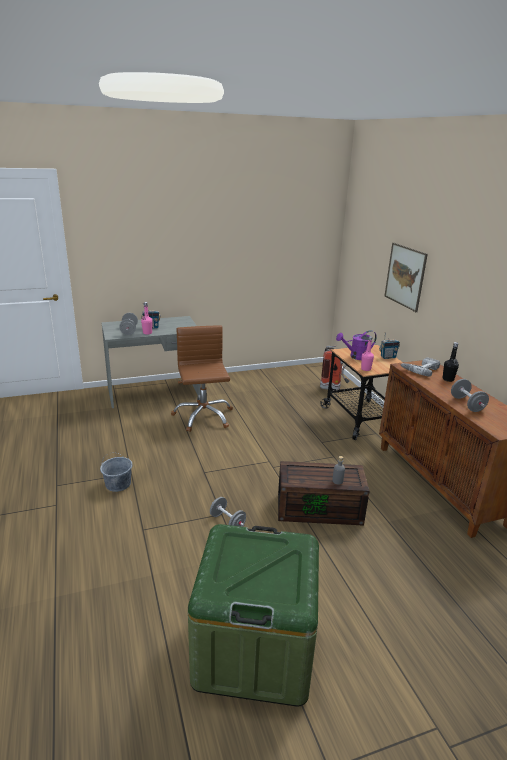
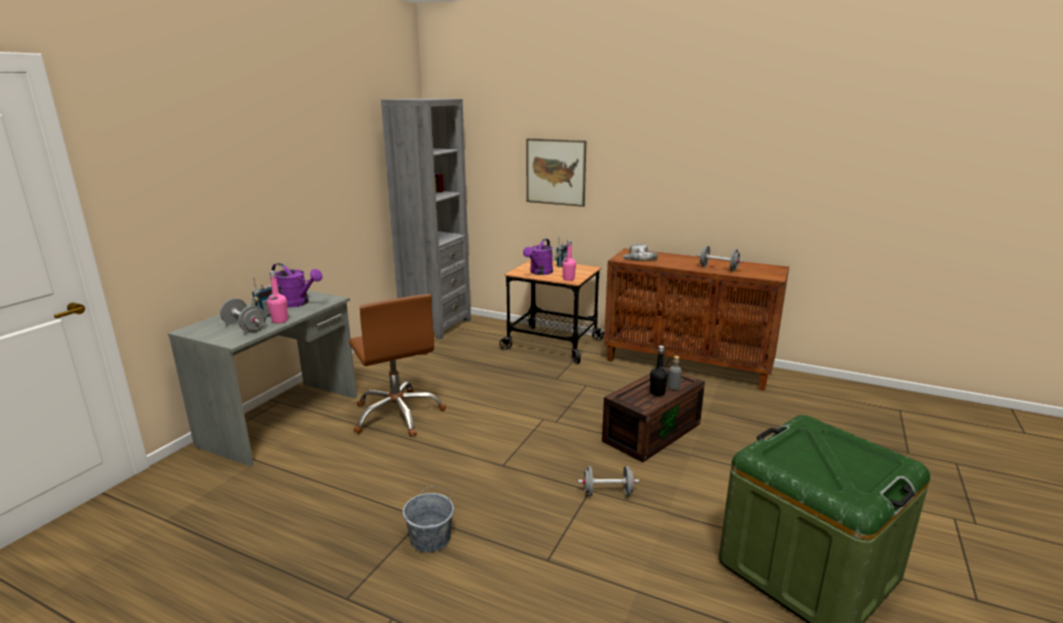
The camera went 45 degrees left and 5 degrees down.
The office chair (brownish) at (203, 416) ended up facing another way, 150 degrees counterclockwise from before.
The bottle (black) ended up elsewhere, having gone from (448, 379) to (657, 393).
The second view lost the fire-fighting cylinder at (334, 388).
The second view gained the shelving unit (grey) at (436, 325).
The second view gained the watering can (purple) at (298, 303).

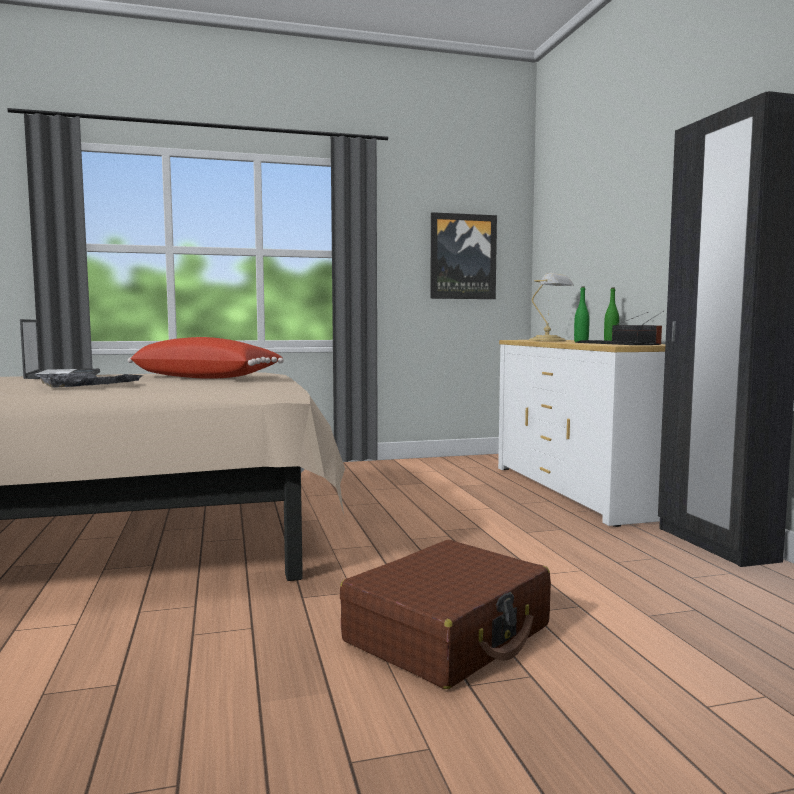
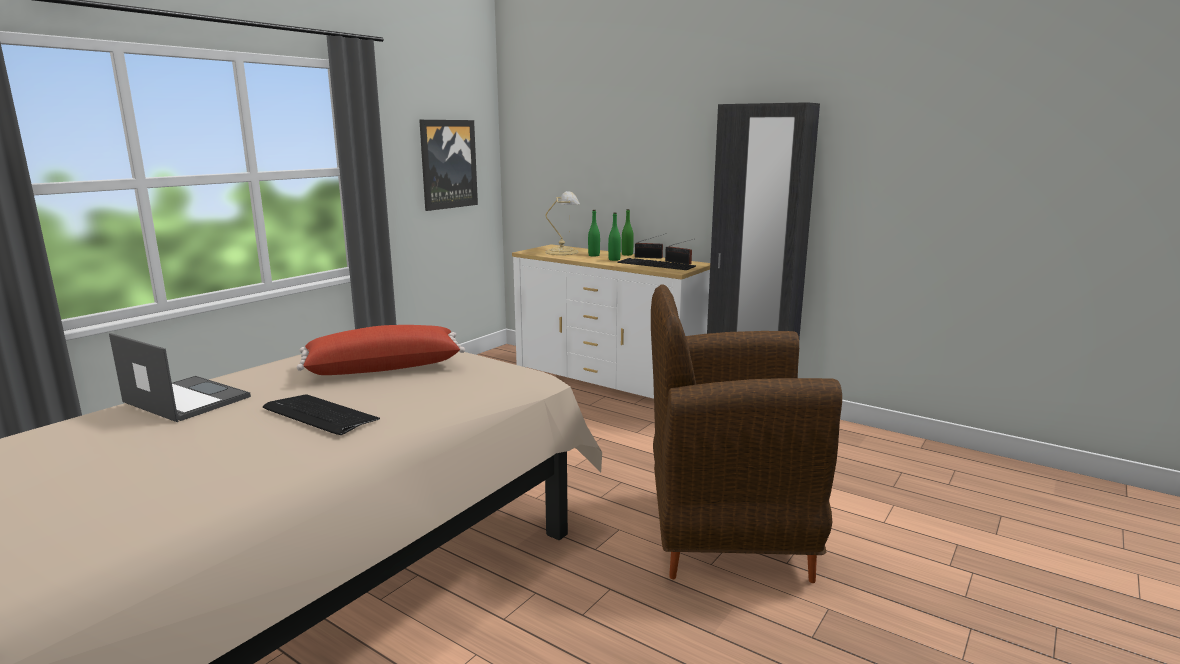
The camera went 40 degrees left and 10 degrees up.
Where the tray (grey) stood at (86, 384), the PC keyboard came to stand at (320, 415).
Where the travel case (brownish) stood at (449, 634), the armchair (brownish) came to stand at (725, 535).
The second view gained the bottle (greenish) at (594, 255).

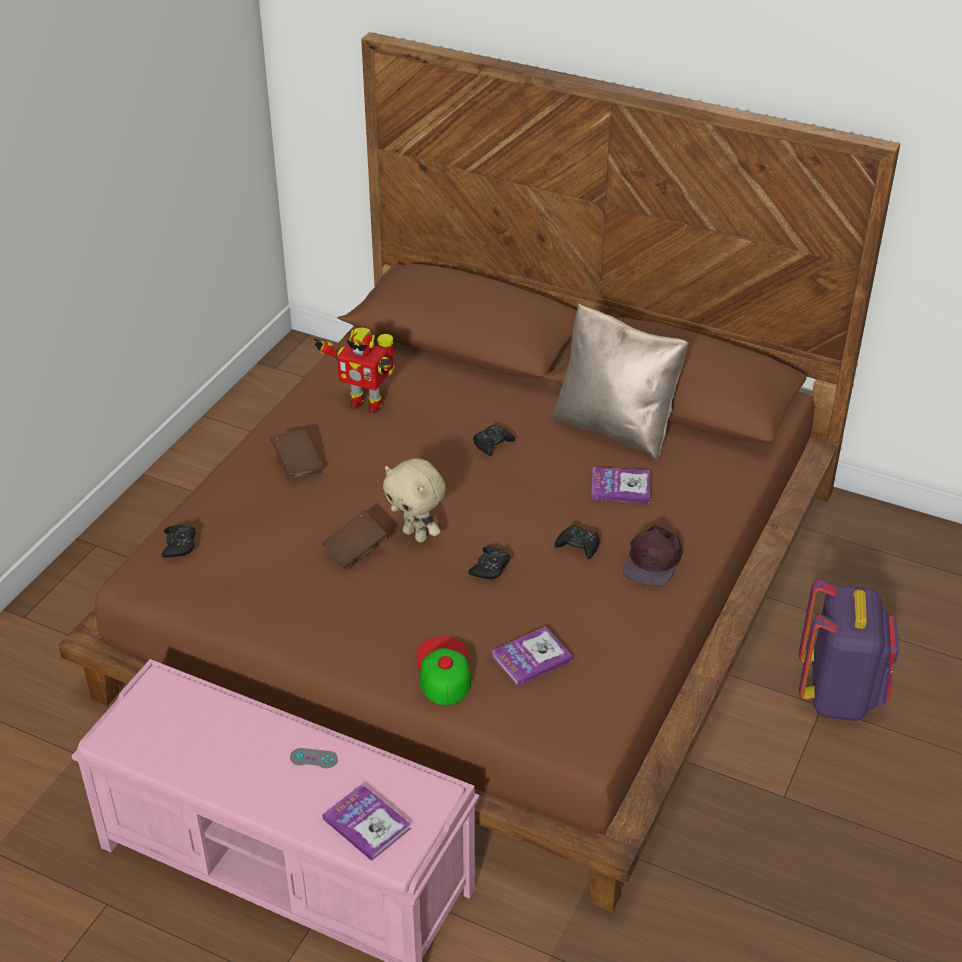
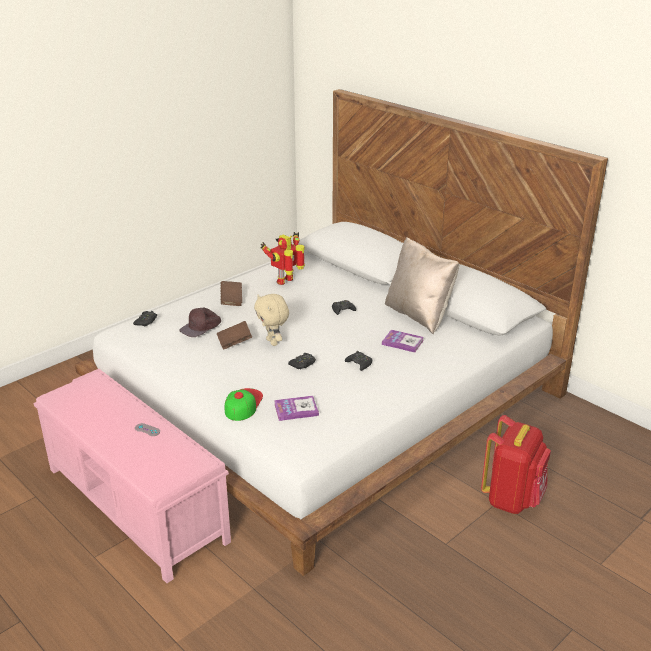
The camera went 20 degrees right and 10 degrees down.
What was the sleeping bed (brownish) at (481, 588) turned into the sleeping bed (white-coloured) at (325, 398).
The model robot at (365, 403) ended up facing another way, 90 degrees clockwise from before.
The peaked cap (brownish) ended up elsewhere, having gone from (654, 561) to (201, 327).
What was the knapsack (purple) at (839, 695) turned into the knapsack (red) at (512, 499).
The second view lost the bound book at (366, 823).

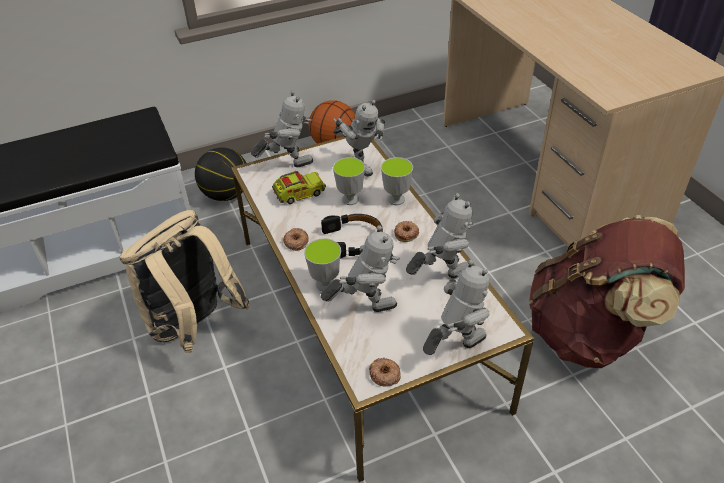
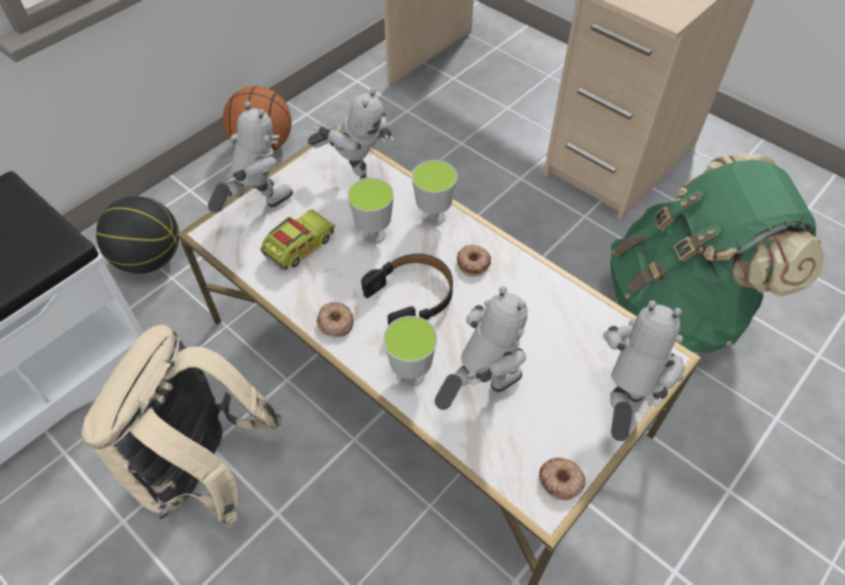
The camera went 25 degrees left and 10 degrees up.
The second view lost the model robot at (440, 275).
What was the knapsack (brownish) at (589, 333) turned into the knapsack (greenish) at (679, 304).

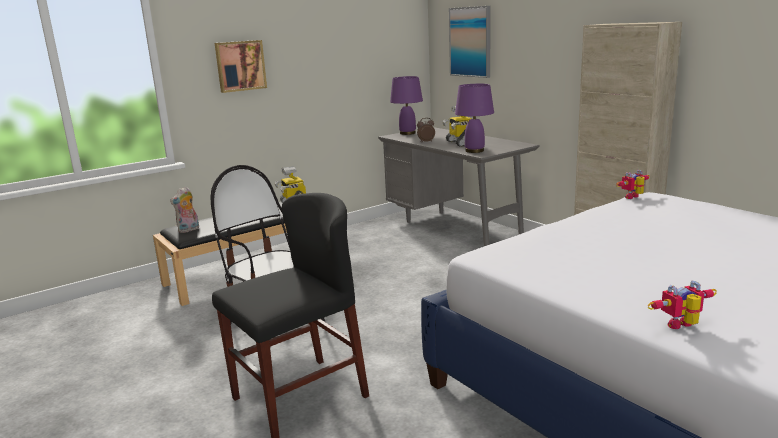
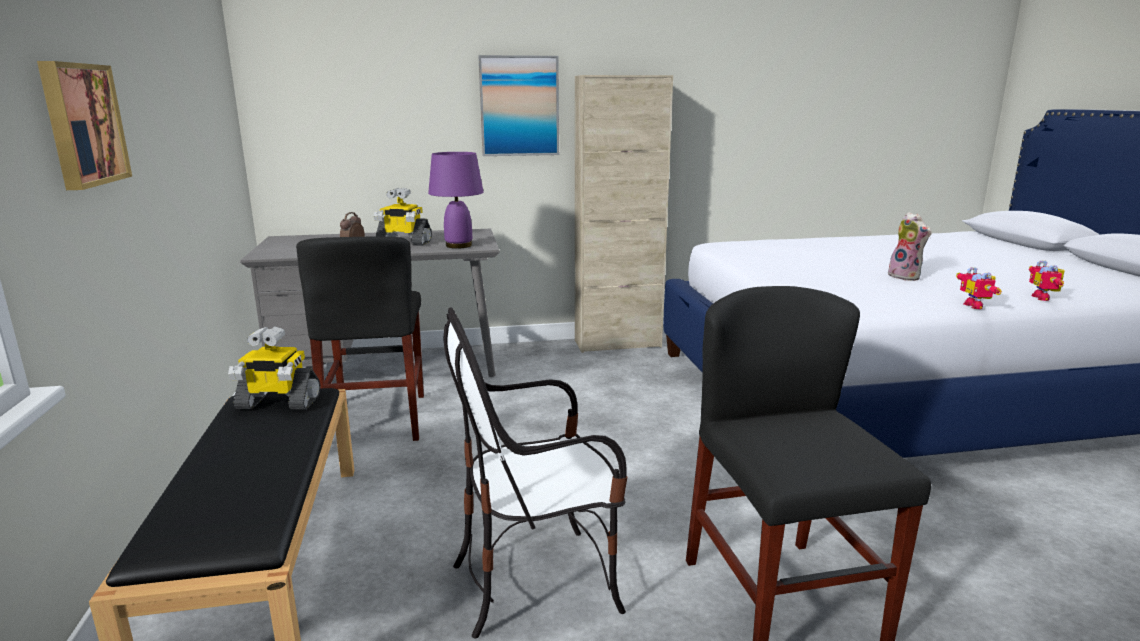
The camera went 65 degrees left and 0 degrees up.
The wall art ended up elsewhere, having gone from (470, 42) to (519, 106).
The second view lost the table lamp (purple) at (408, 133).
The model robot ended up elsewhere, having gone from (634, 197) to (977, 306).
The plush toy ended up elsewhere, having gone from (188, 230) to (906, 277).
The second view gained the plain chair (black) at (376, 419).

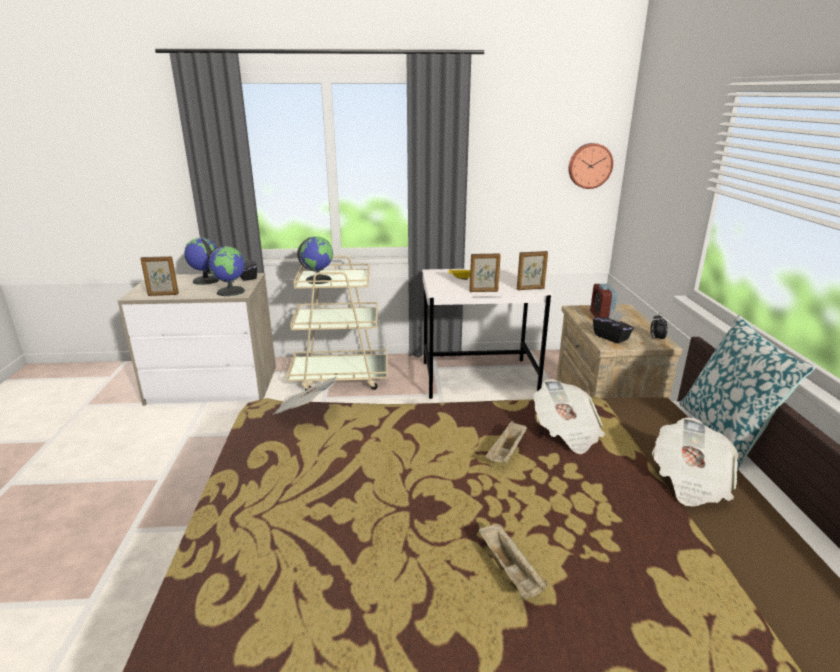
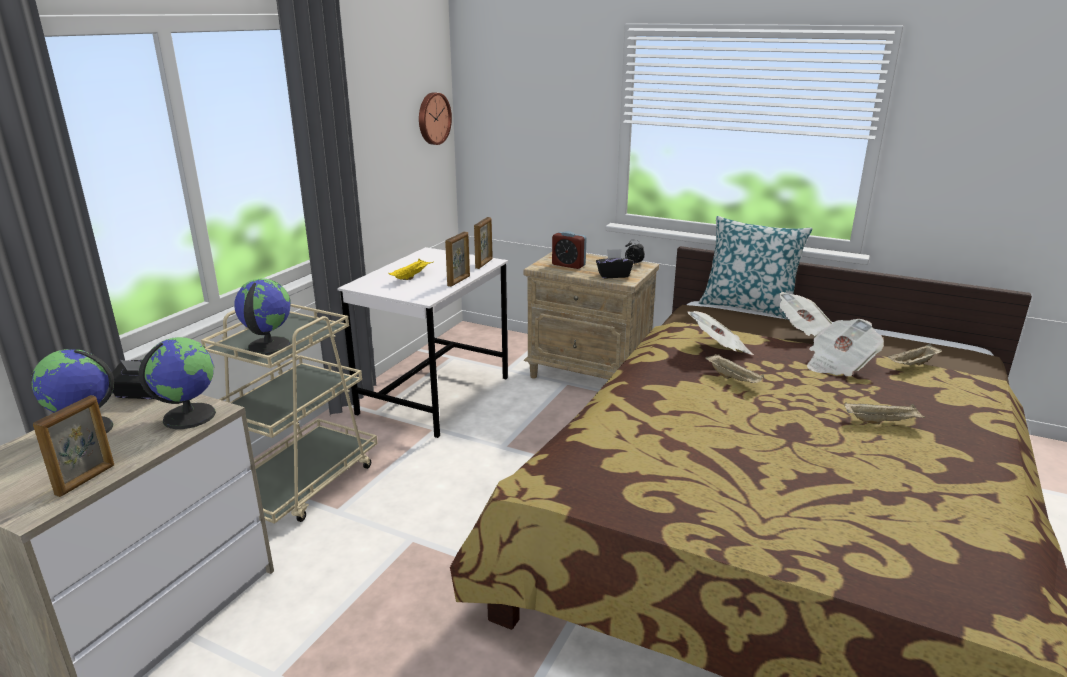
The camera went 60 degrees left and 0 degrees up.
The newspaper ended up elsewhere, having gone from (306, 411) to (838, 364).
The second view gained the tray (sand-coloured) at (913, 365).

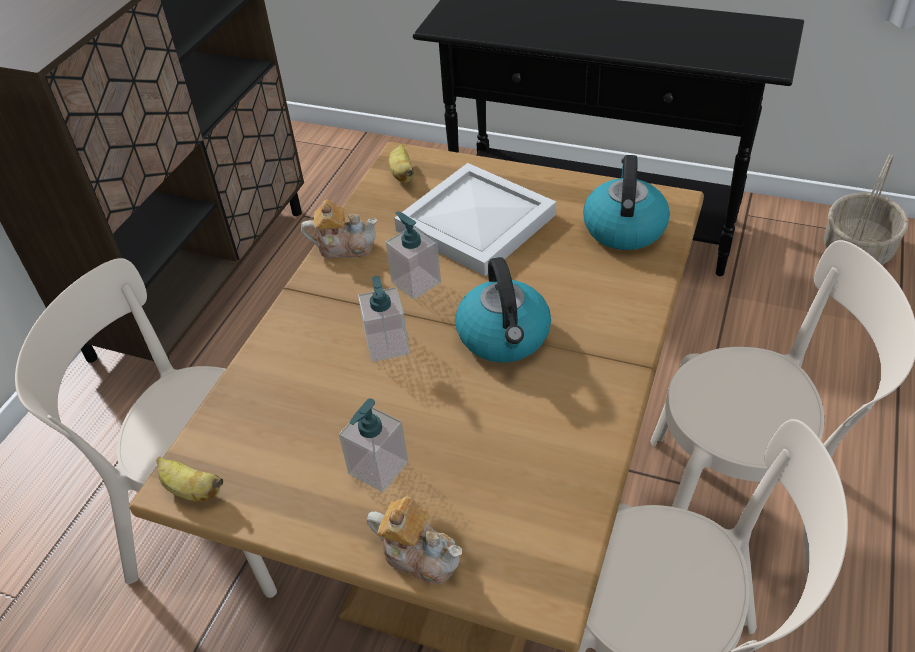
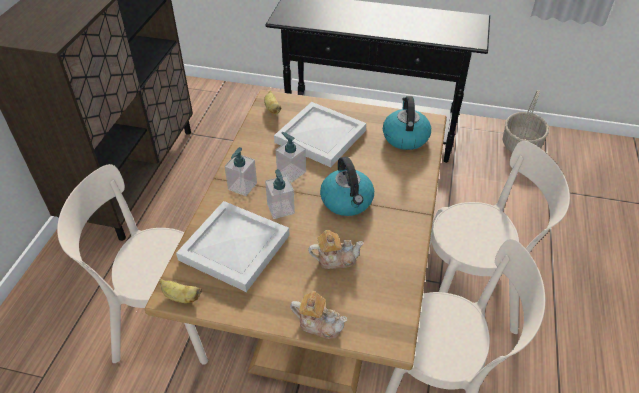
The camera went 10 degrees left and 0 degrees up.
The pot for tea ended up elsewhere, having gone from (344, 246) to (335, 258).
The soap bottle ended up elsewhere, having gone from (378, 468) to (242, 186).
The second view gained the tray (white-coloured) at (236, 247).

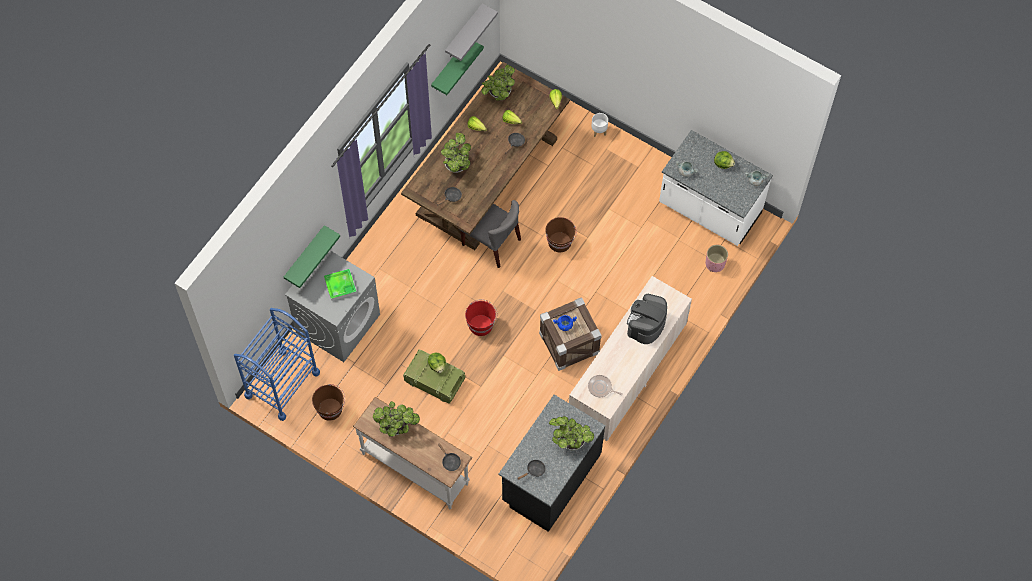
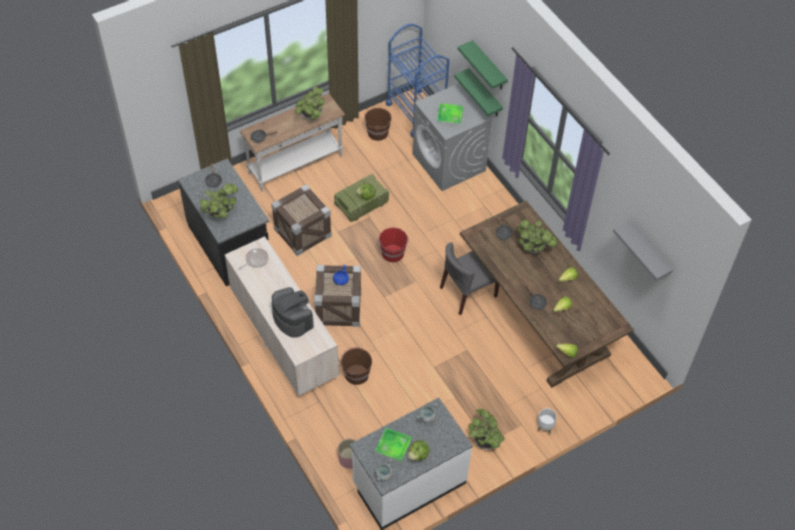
The camera went 115 degrees right and 10 degrees down.
The wall shelf (greenish) ended up elsewhere, having gone from (450, 66) to (489, 67).
The potted plant ended up elsewhere, having gone from (498, 94) to (484, 441).
The bucket (brownish) ended up elsewhere, having gone from (560, 242) to (356, 374).
The second view gained the packing crate at (302, 232).
The second view gained the tray at (393, 446).

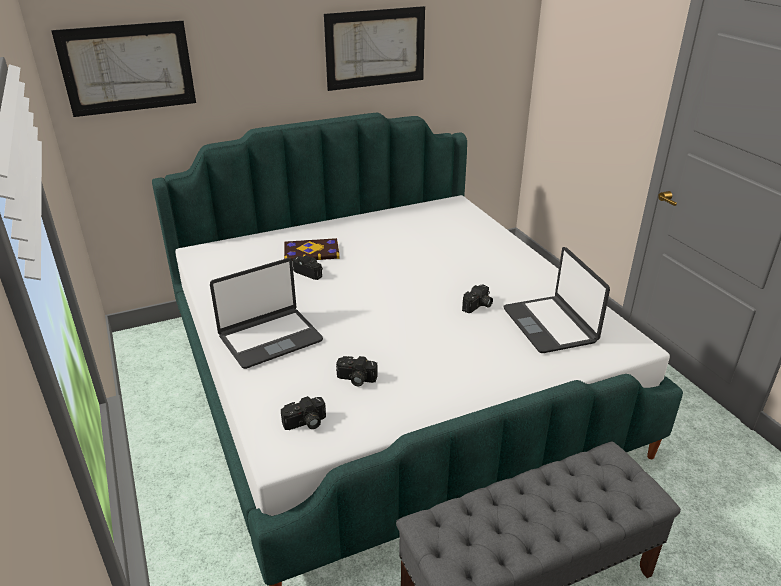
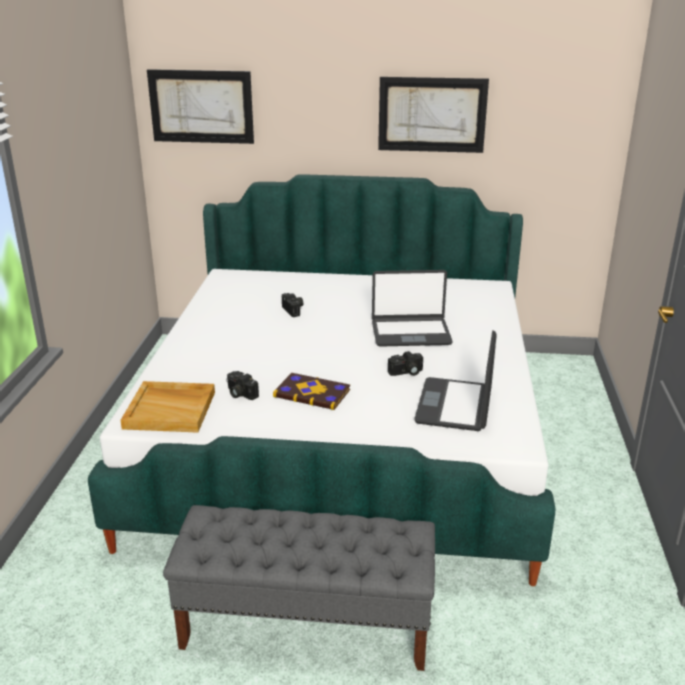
The camera went 30 degrees right and 5 degrees down.
The bound book ended up elsewhere, having gone from (311, 252) to (312, 393).
The portable computer ended up elsewhere, having gone from (270, 338) to (410, 333).
Where the photo camera stood at (305, 423), the tray (sand-coloured) came to stand at (171, 409).

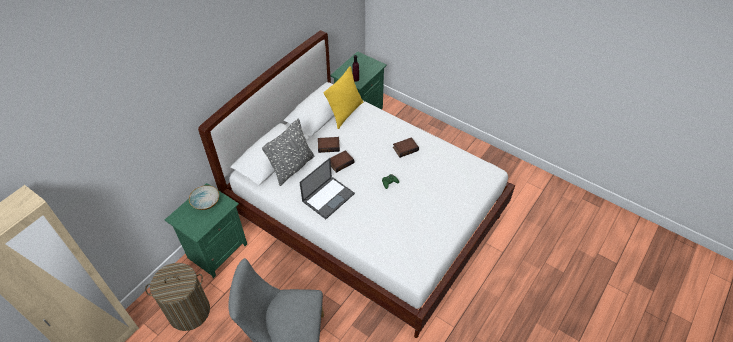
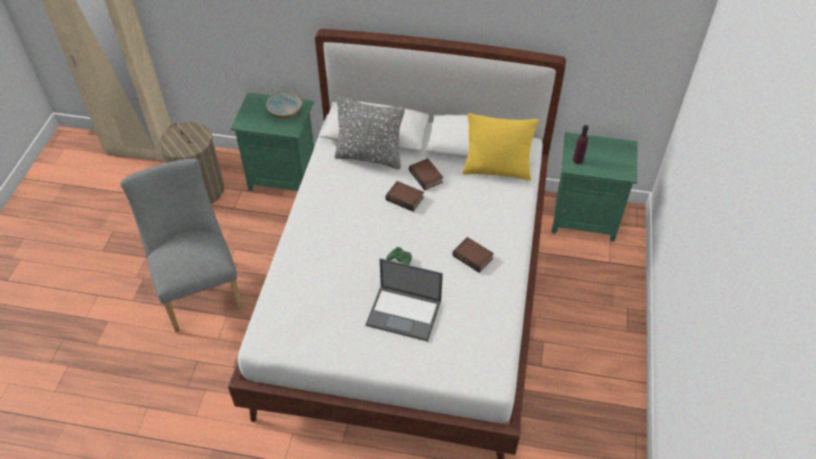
The camera went 65 degrees right and 0 degrees up.
The portable computer ended up elsewhere, having gone from (328, 197) to (405, 313).

